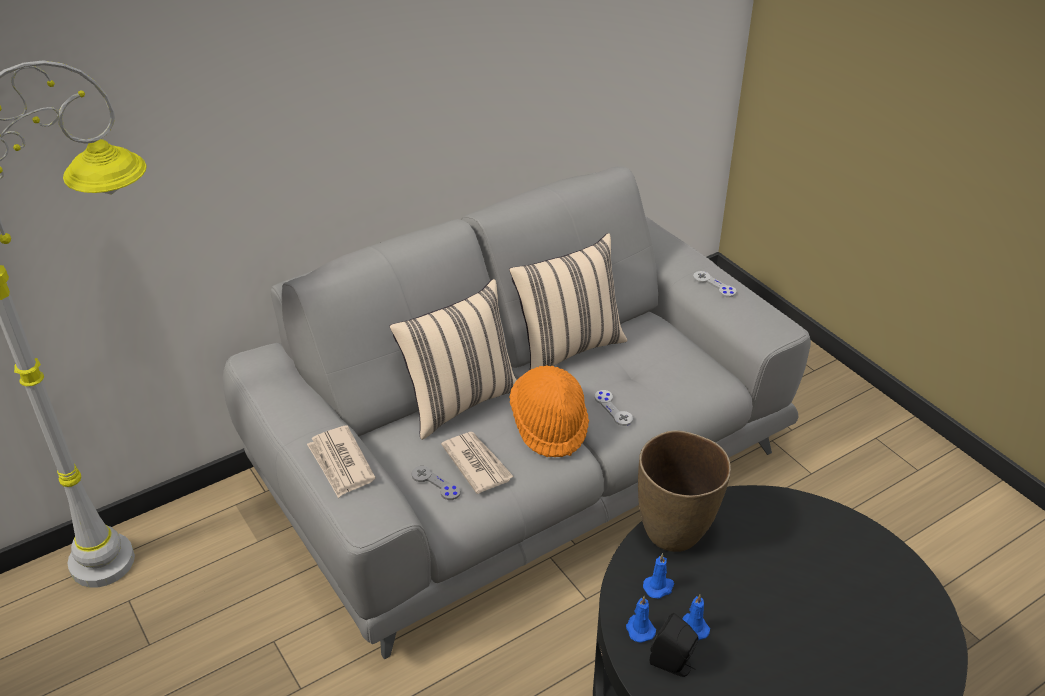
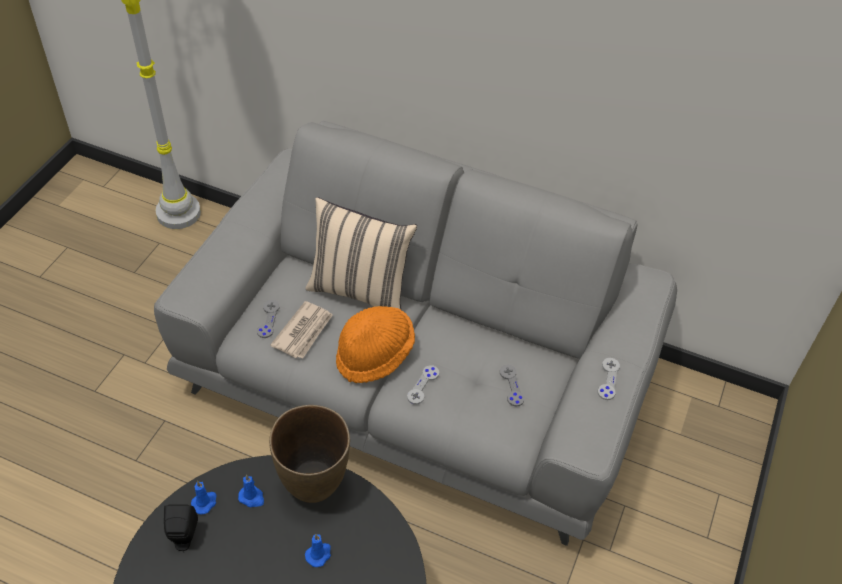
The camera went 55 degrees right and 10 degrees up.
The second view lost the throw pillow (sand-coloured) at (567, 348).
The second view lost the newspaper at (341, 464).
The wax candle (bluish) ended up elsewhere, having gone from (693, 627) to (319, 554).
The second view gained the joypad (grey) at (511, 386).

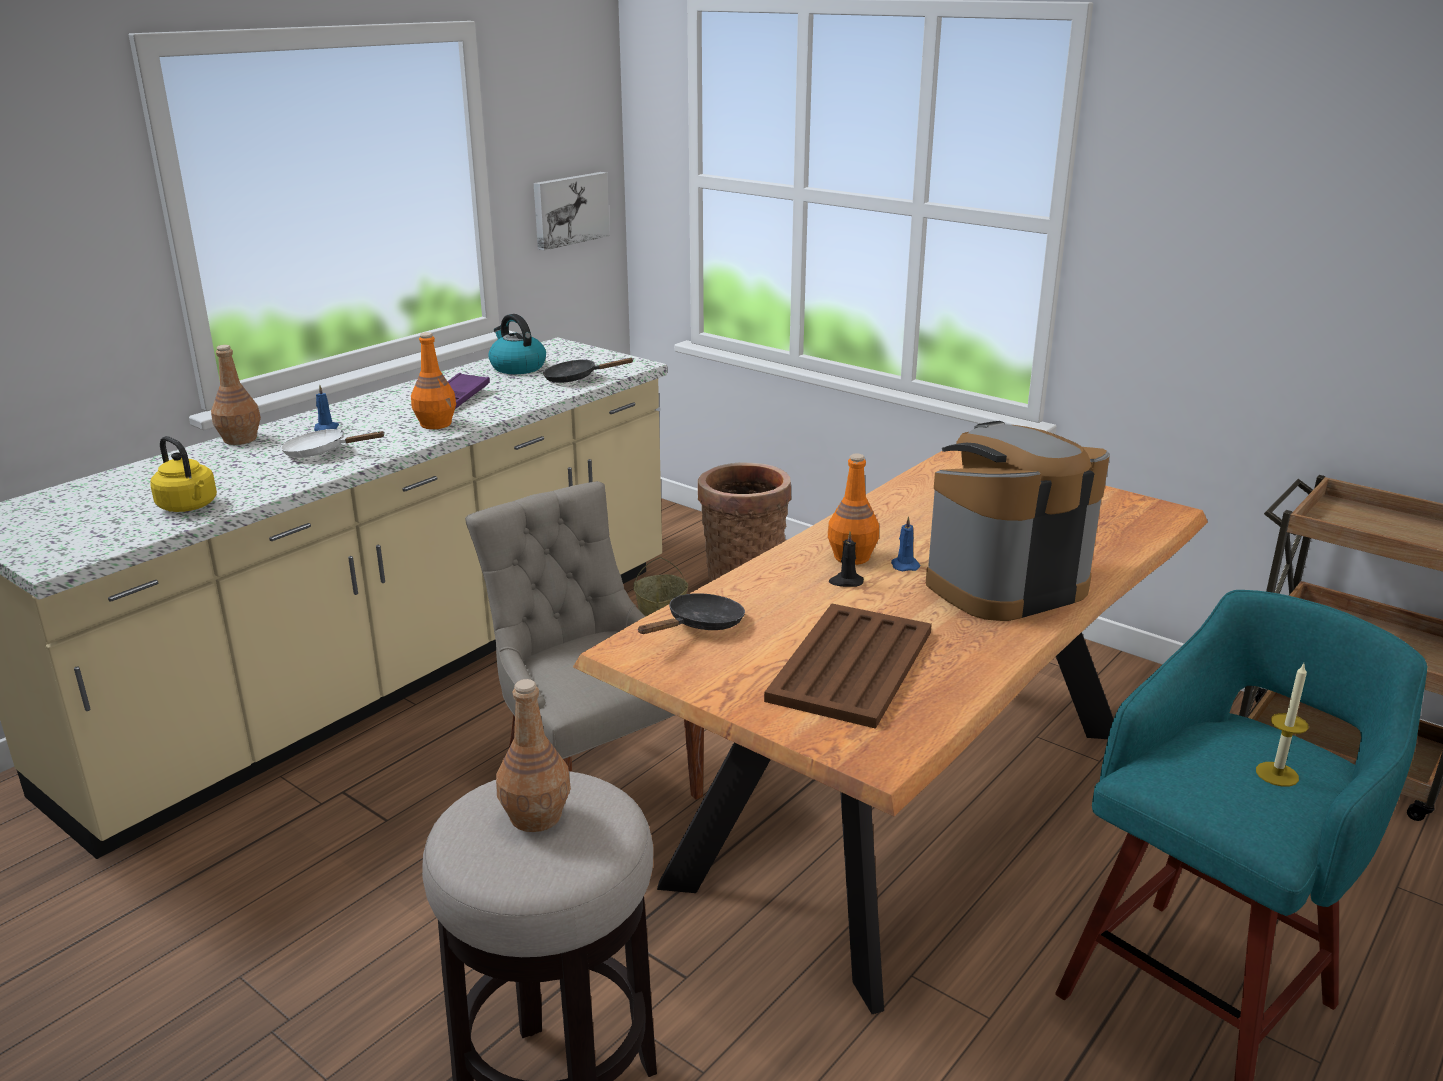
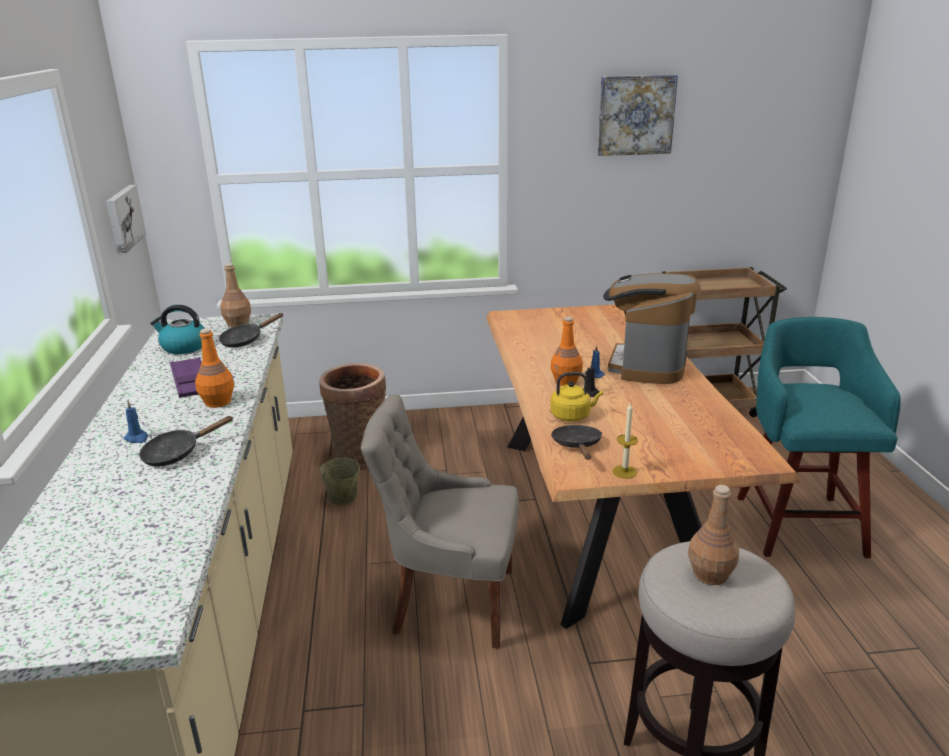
The camera went 45 degrees left and 0 degrees up.
The bottle (brownish) ended up elsewhere, having gone from (240, 439) to (238, 324).
What was the pan (white-coloured) at (322, 452) turned into the pan (black) at (177, 453).
The water kettle (yellow-coloured) ended up elsewhere, having gone from (189, 506) to (572, 416).
The second view lost the tray (brownish) at (852, 664).
The wax candle ended up elsewhere, having gone from (1277, 774) to (624, 472).
The second view gained the wall art at (635, 115).

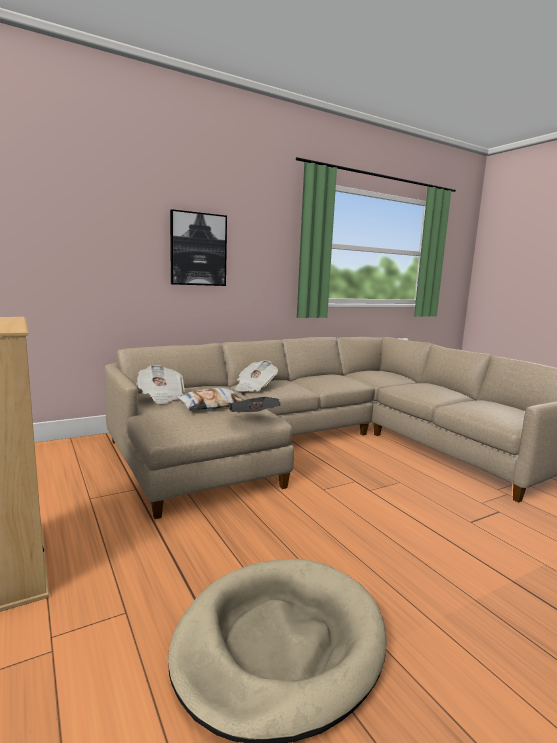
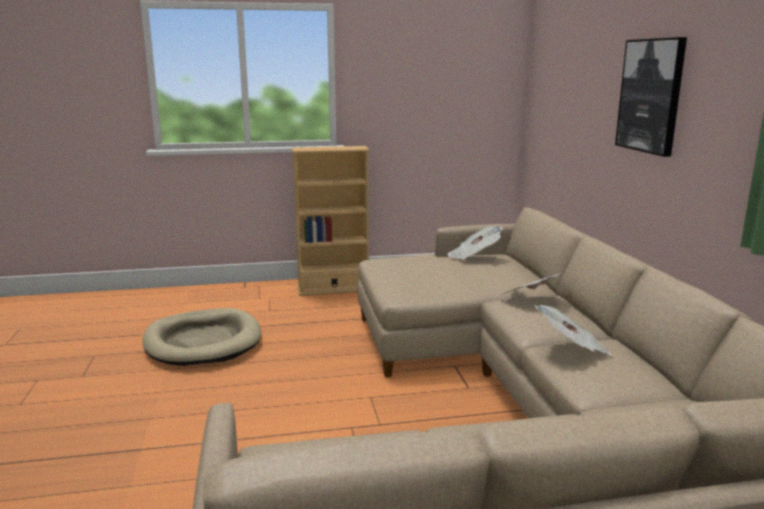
The camera went 110 degrees right and 5 degrees up.
The second view lost the throw pillow at (212, 405).
The newspaper ended up elsewhere, having gone from (253, 420) to (571, 348).

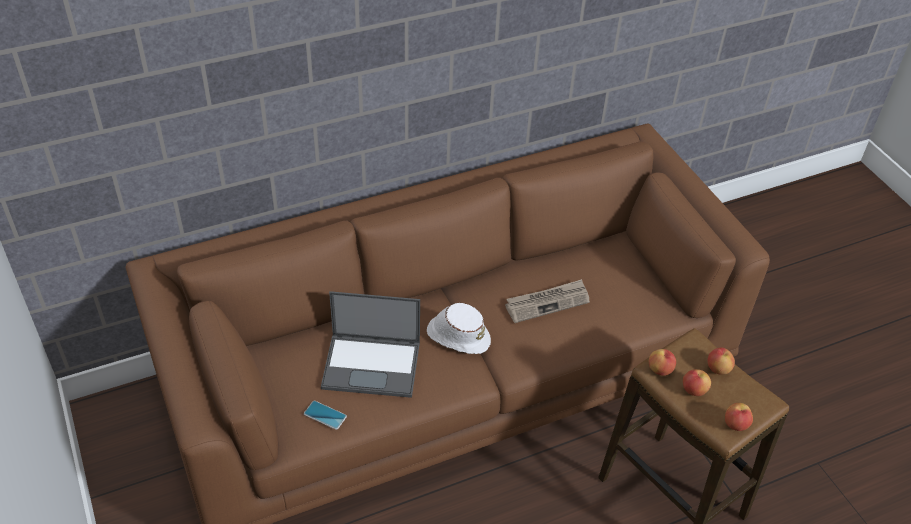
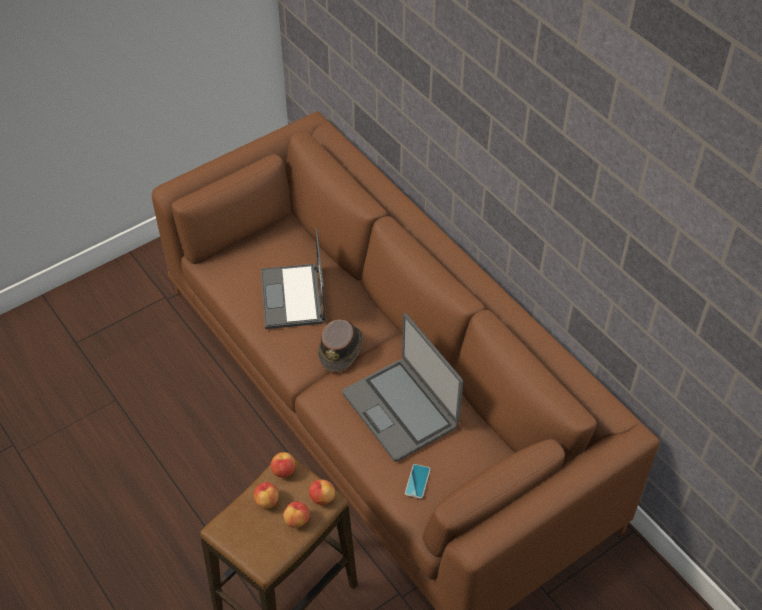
The camera went 80 degrees right and 5 degrees up.
Where the newspaper stood at (547, 302), the portable computer came to stand at (401, 409).
What was the clothing hat (white-coloured) at (458, 336) turned into the clothing hat (brownish) at (341, 348).
The telephone ended up elsewhere, having gone from (325, 415) to (417, 481).
The apple fruit ended up elsewhere, having gone from (735, 424) to (322, 498).

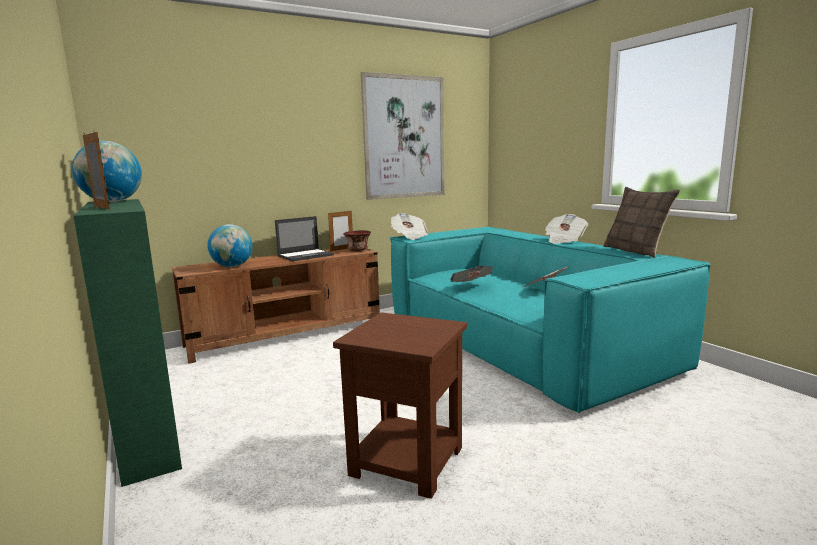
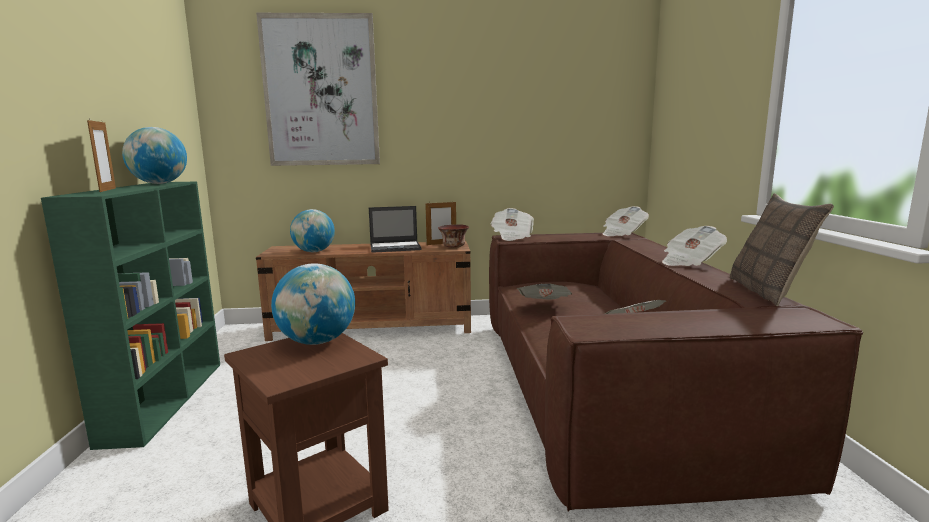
The camera went 25 degrees right and 0 degrees up.
The wall art ended up elsewhere, having gone from (404, 137) to (321, 91).
What was the settee (blue-green) at (519, 341) turned into the settee (brownish) at (606, 387).
The second view gained the newspaper at (622, 234).
The second view gained the world globe at (317, 342).

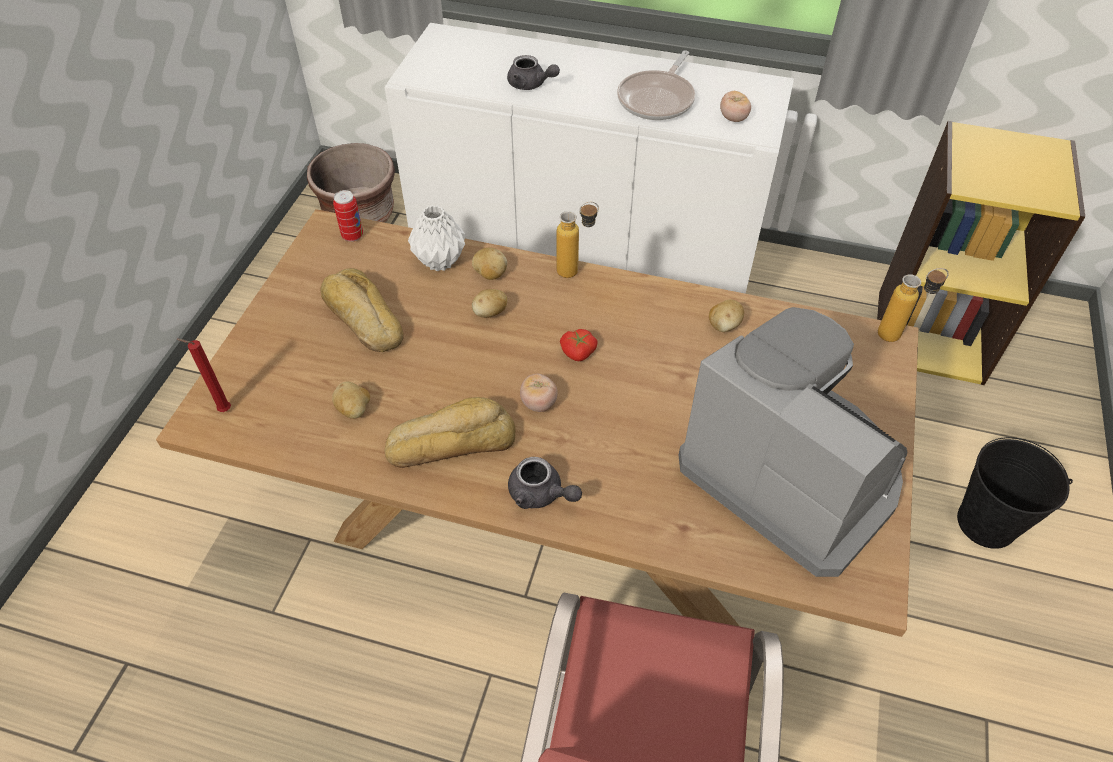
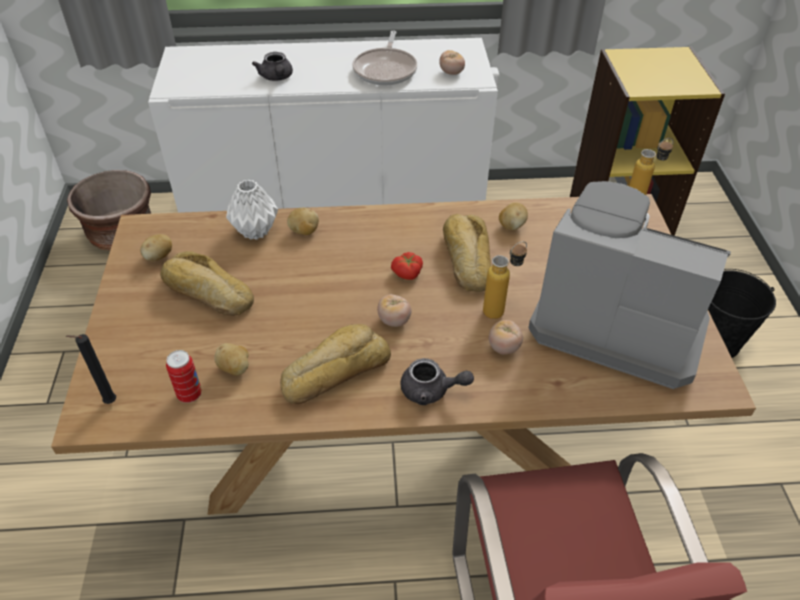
The camera went 20 degrees left and 5 degrees down.
The pot for tea (grey) at (530, 85) ended up facing another way, 60 degrees clockwise from before.
The metal can ended up elsewhere, having gone from (352, 236) to (189, 394).
The bottle ended up elsewhere, having gone from (576, 270) to (500, 309).
The potato ended up elsewhere, having gone from (490, 313) to (159, 257).
What was the wax candle (red) at (222, 410) turned into the wax candle (black) at (108, 402).
The second view gained the baked bread at (466, 258).
The second view gained the whole tomato at (504, 347).

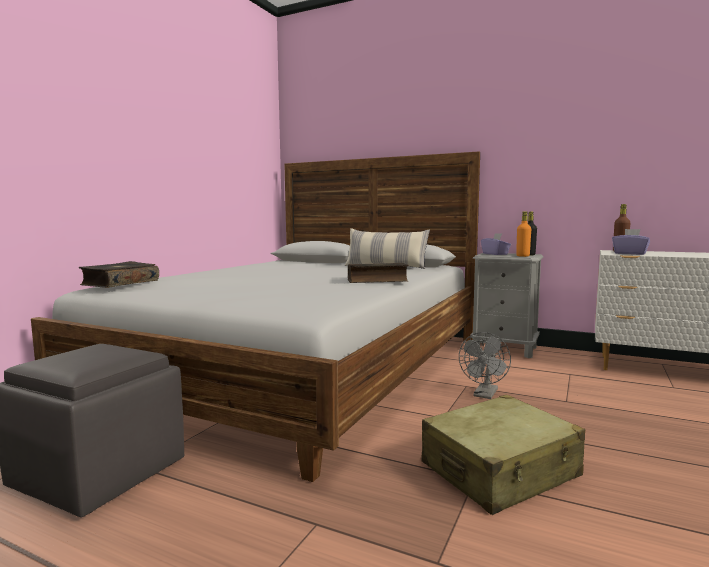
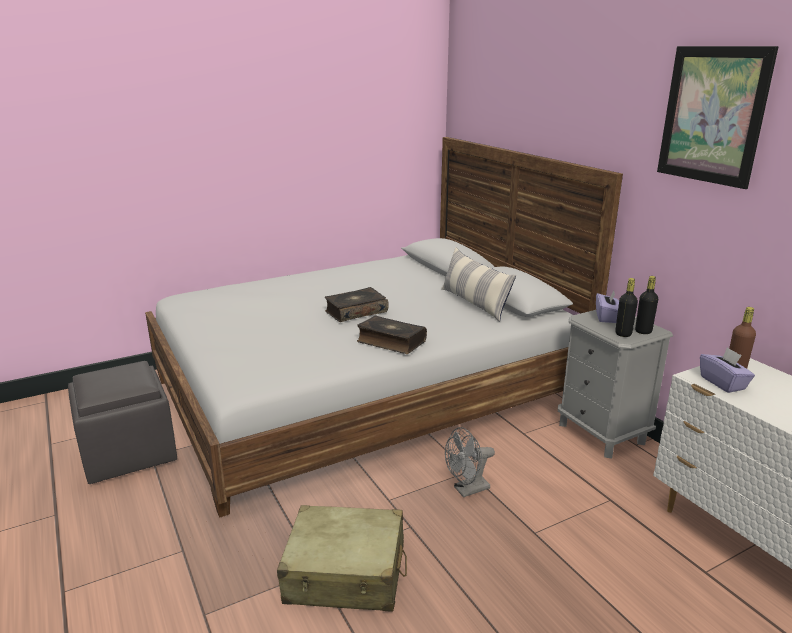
The camera went 35 degrees right and 15 degrees up.
What was the bottle (orange) at (522, 256) turned into the bottle (black) at (623, 334).
The bound book ended up elsewhere, having gone from (120, 283) to (355, 312).
The second view gained the wall art at (712, 115).

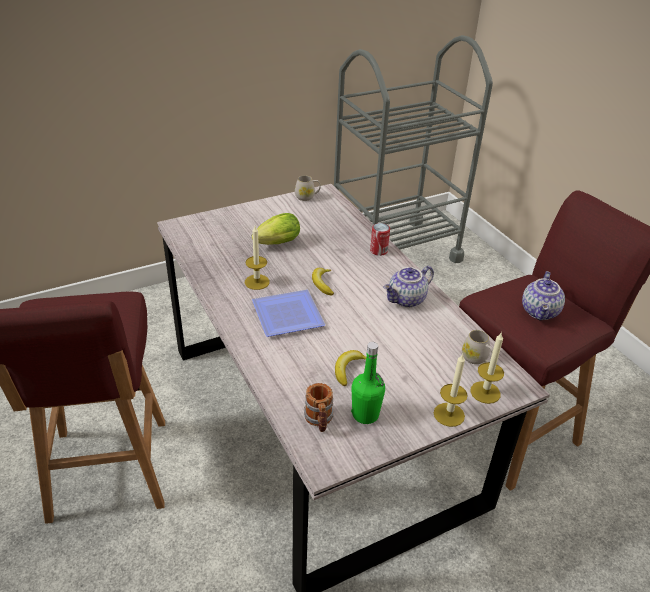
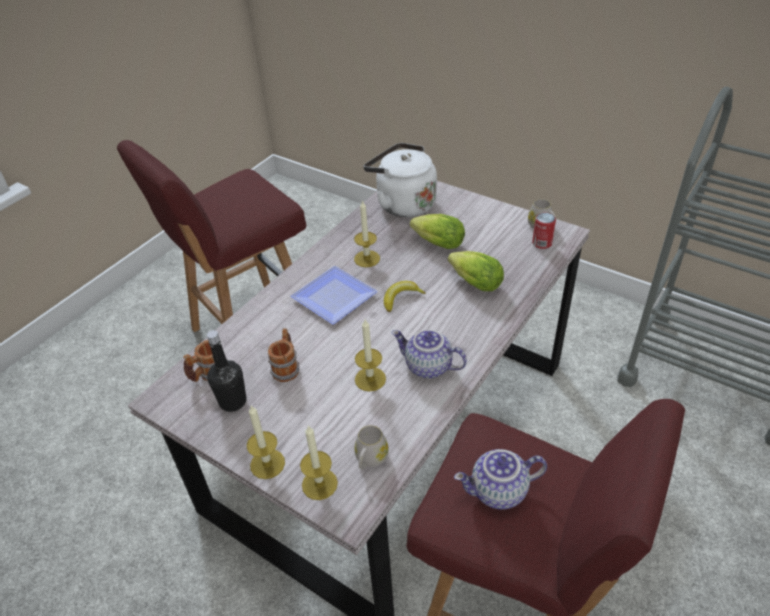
The camera went 65 degrees right and 5 degrees up.
The metal can ended up elsewhere, having gone from (378, 251) to (542, 243).
What was the bottle (greenish) at (365, 414) turned into the bottle (black) at (233, 401).
Where the banana stood at (349, 369), the coffee mug came to stand at (287, 367).
The second view gained the water kettle (white-coloured) at (403, 204).
The second view gained the lettuce at (473, 282).
The second view gained the wax candle at (370, 379).

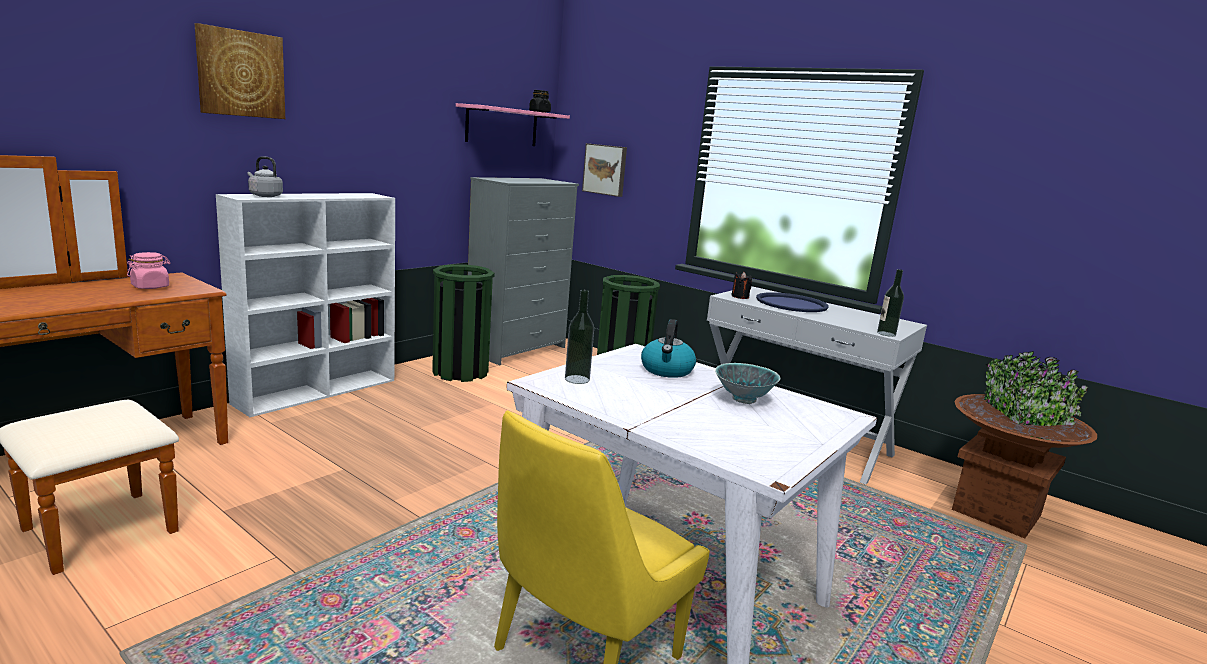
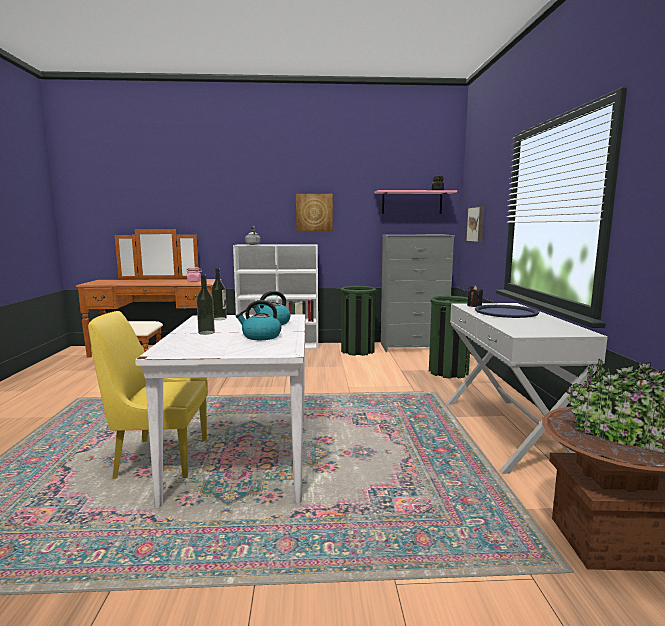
The camera went 50 degrees right and 5 degrees down.
The wall art ended up elsewhere, having gone from (240, 74) to (314, 212).
The bottle ended up elsewhere, having gone from (886, 334) to (206, 332).
Where the bowl stood at (743, 399), the water kettle came to stand at (261, 336).

